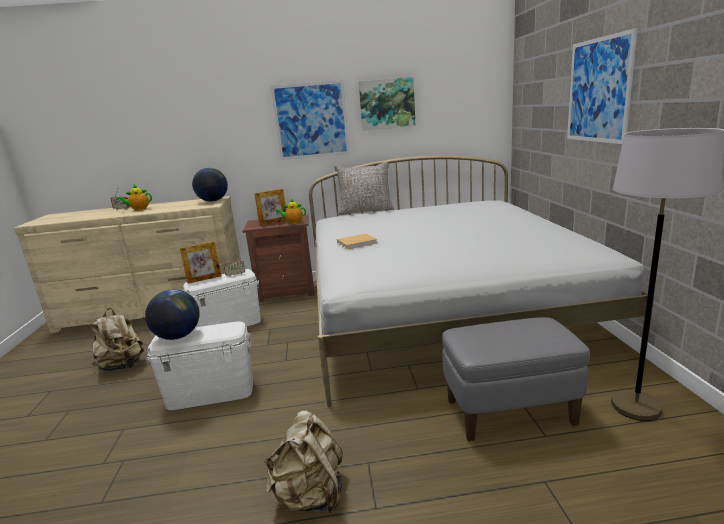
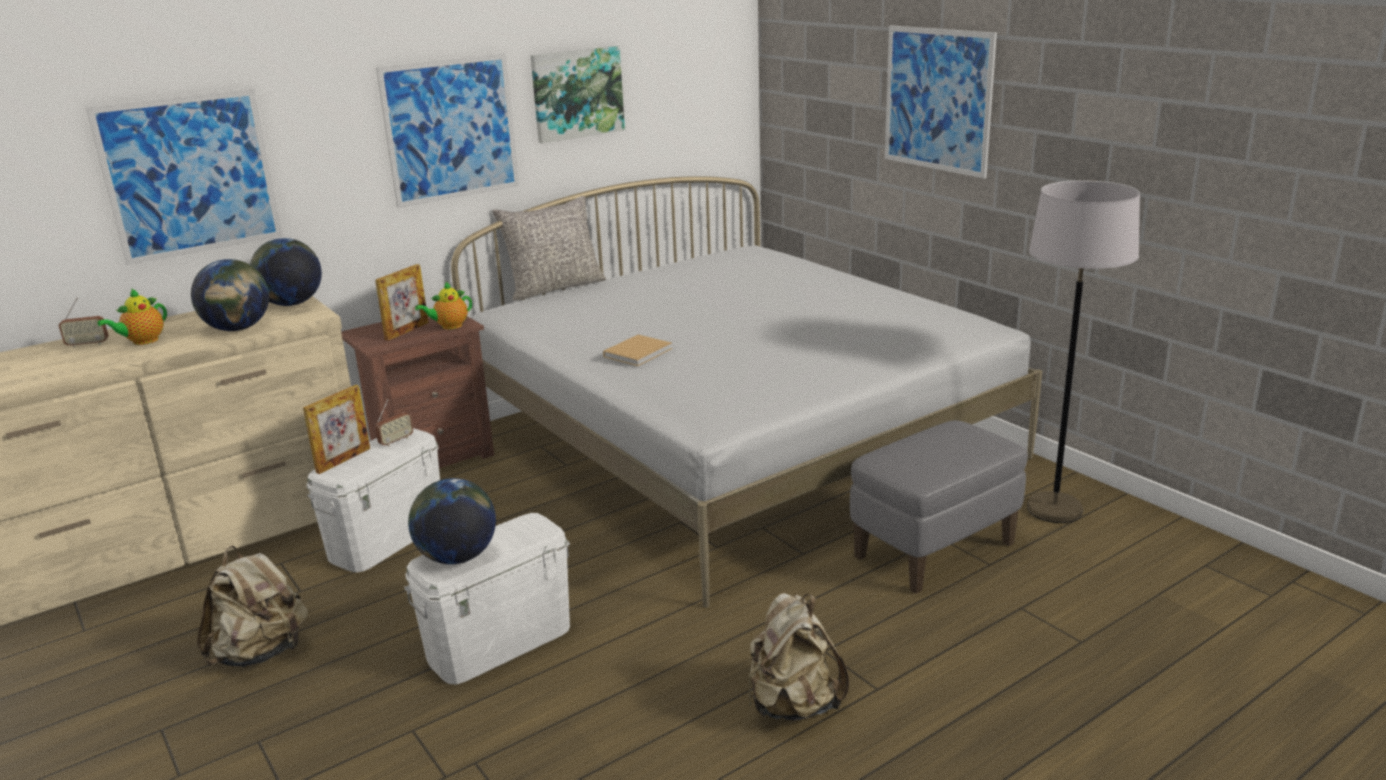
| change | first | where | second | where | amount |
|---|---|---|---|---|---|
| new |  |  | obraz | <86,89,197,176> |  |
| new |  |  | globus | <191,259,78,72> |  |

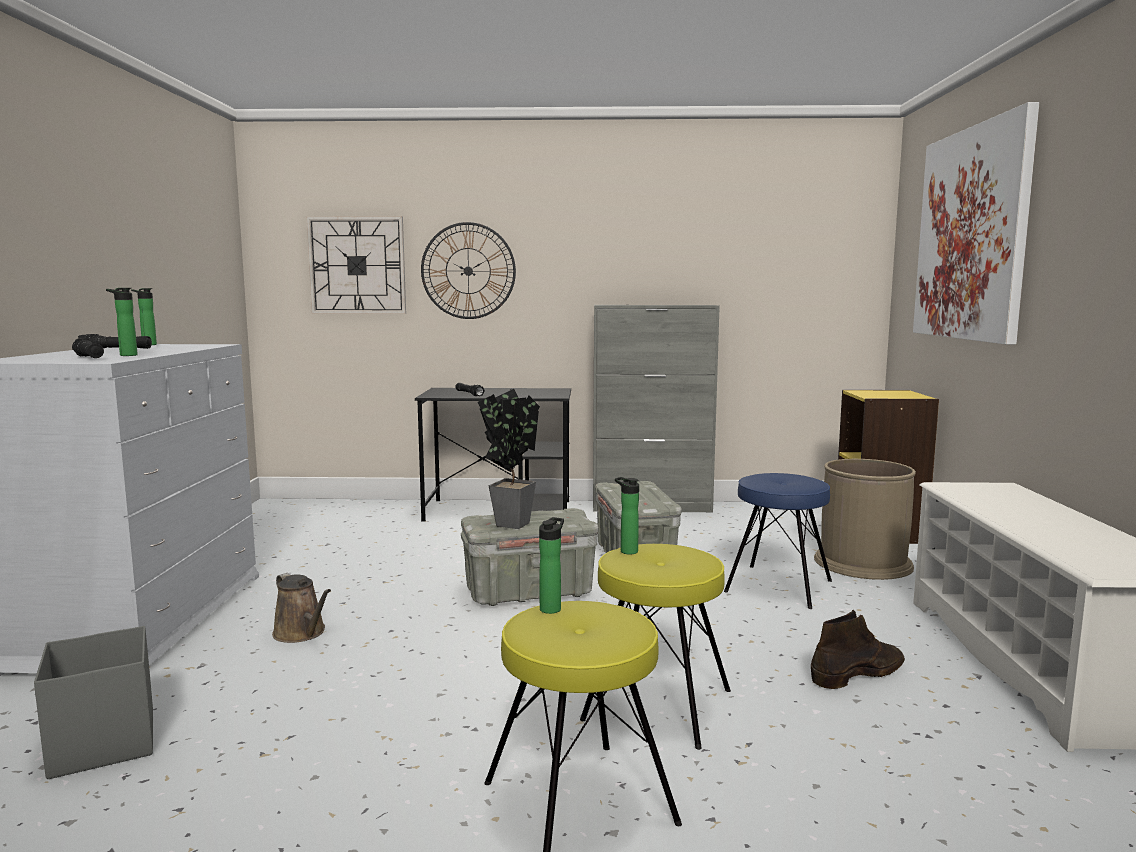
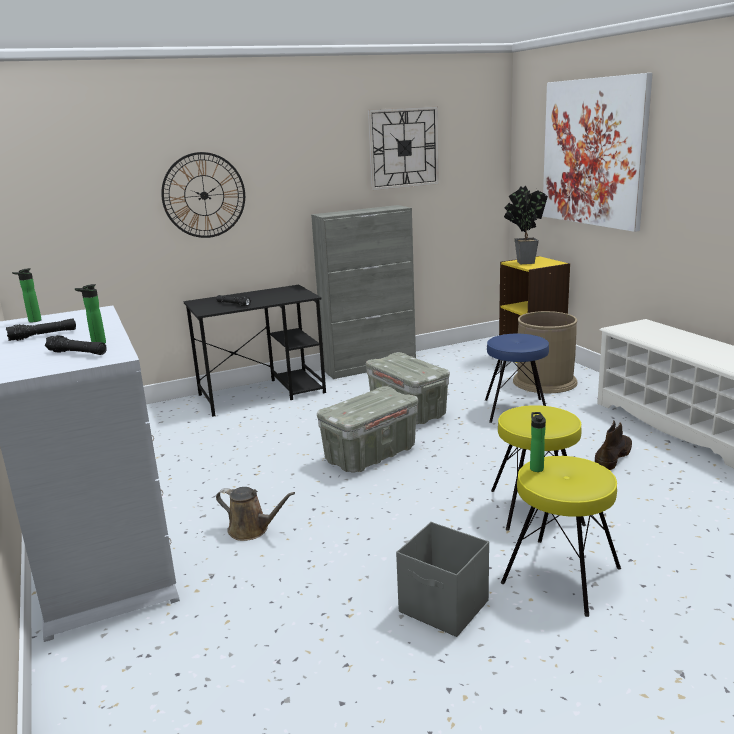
| change | first | where | second | where | amount |
|---|---|---|---|---|---|
| shifted | pojemnik do przechowywania/szary | <34,626,119,153> |  | <396,522,93,115> |  |
| shifted | zegar ścienny | <306,216,100,98> |  | <368,106,71,84> |  |
| shifted | roślina doniczkowa | <478,389,62,140> |  | <504,186,44,78> |  |
| gone | butelka | <615,477,24,78> |  |  |  |

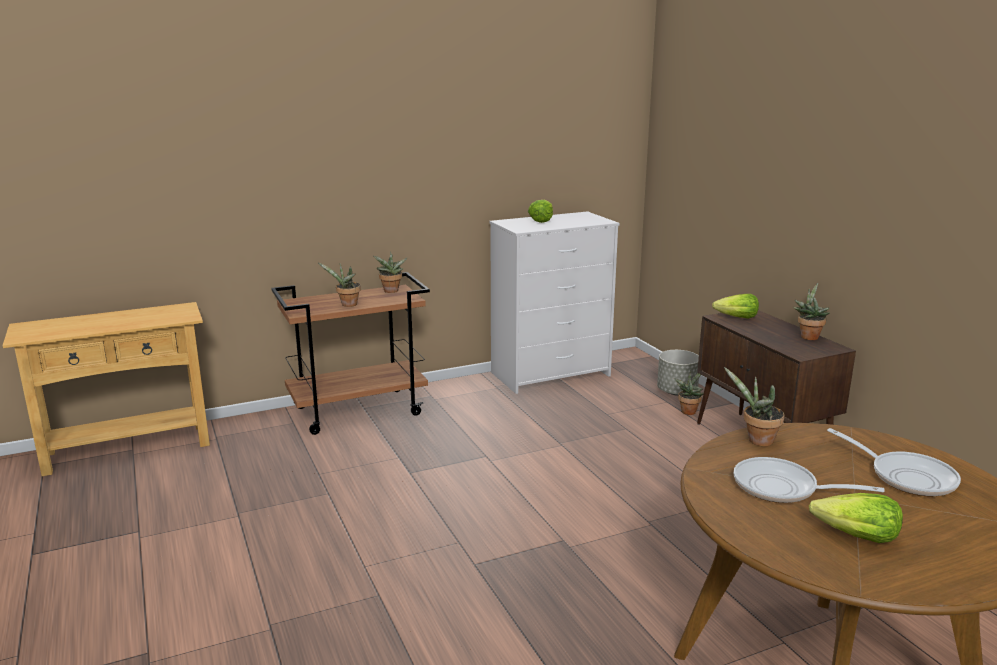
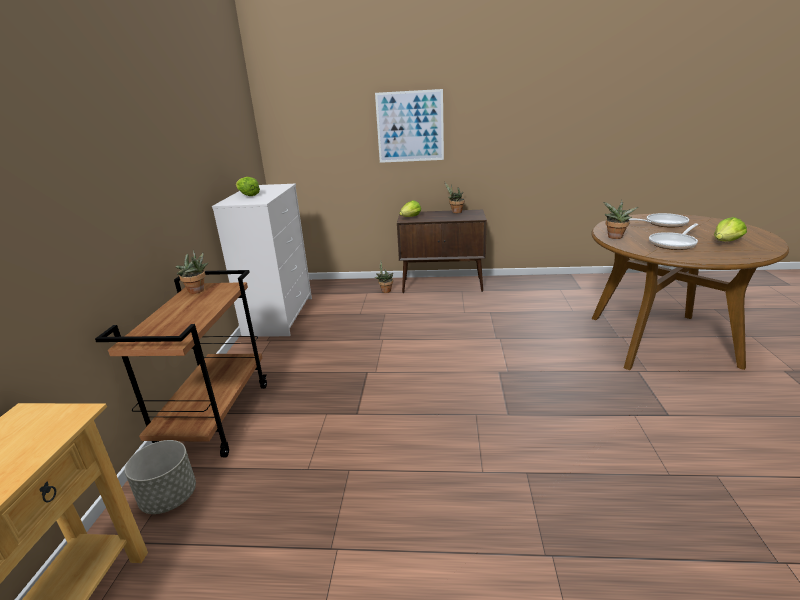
| change | first | where | second | where | amount |
|---|---|---|---|---|---|
| gone | roślina doniczkowa | <318,263,43,44> |  |  |  |
| shifted | donica/szary | <657,350,42,46> |  | <125,440,71,74> |  |
| new |  |  | obraz | <375,89,69,74> |  |

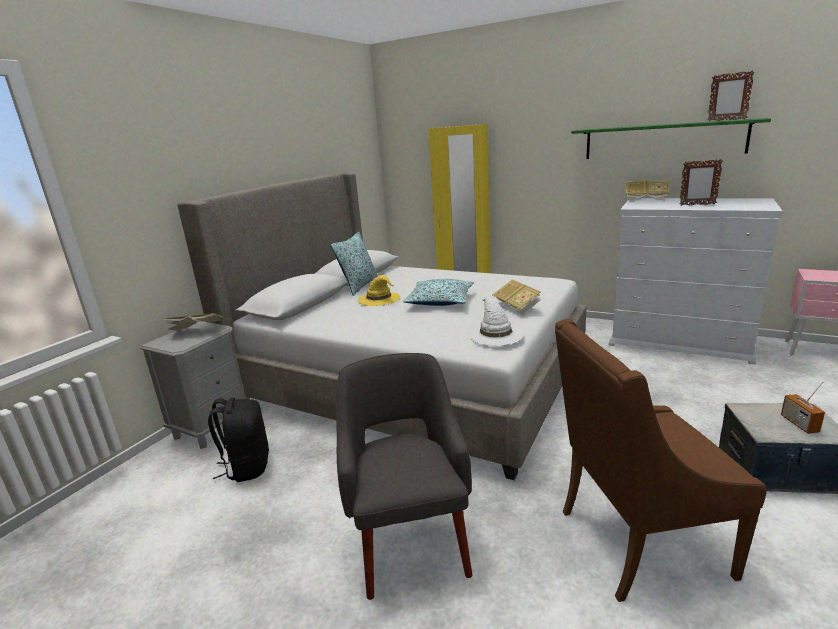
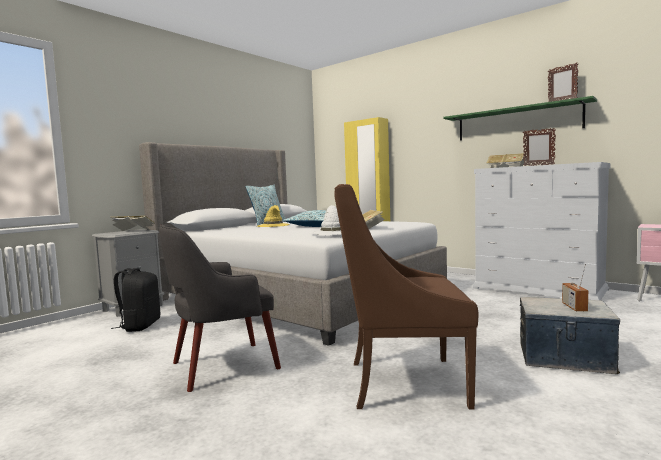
| change | first | where | second | where | amount |
|---|---|---|---|---|---|
| rotated | fotel/szary | <336,353,136,247> |  | <159,224,122,168> | 120 degrees counterclockwise |

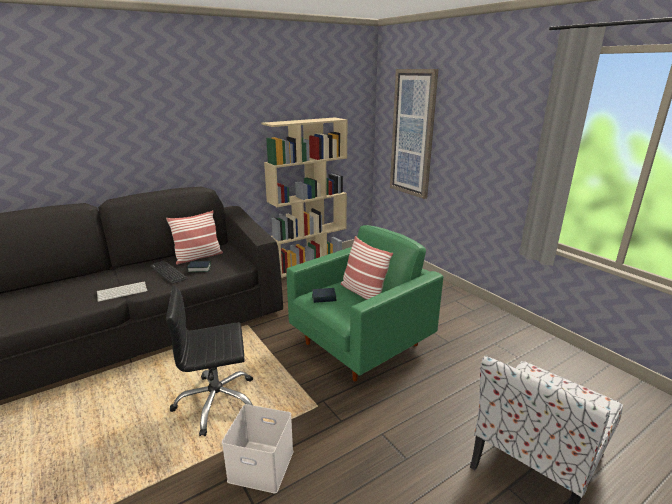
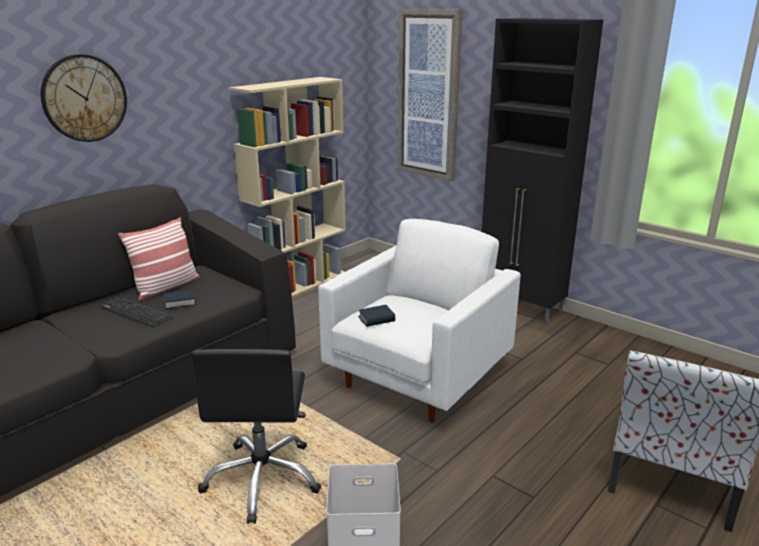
| change | first | where | second | where | amount |
|---|---|---|---|---|---|
| gone | klawiatura | <97,281,50,21> |  |  |  |
| rotated | krzesło biurowe/czarny | <166,286,87,150> |  | <191,349,130,175> | 60 degrees counterclockwise |
| repainted | fotel/zielony | <286,225,157,156> | fotel/biały | <318,219,203,203> |  |
| gone | poduszka | <341,236,52,64> |  |  |  |
| new |  |  | zegar ścienny | <41,54,86,88> |  |
| new |  |  | szafka/czarny | <482,18,121,306> |  |

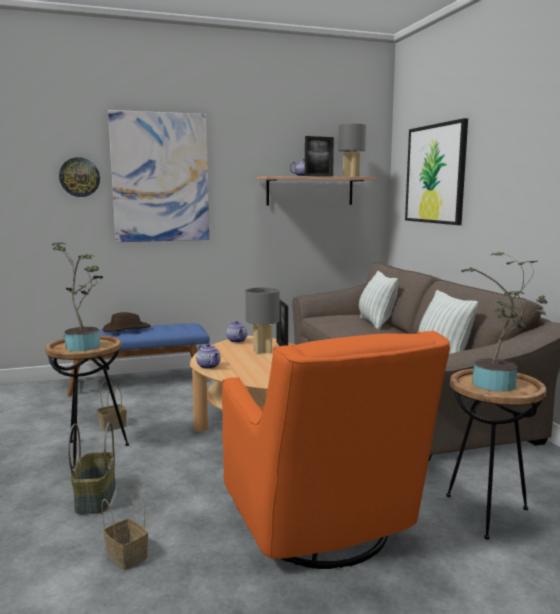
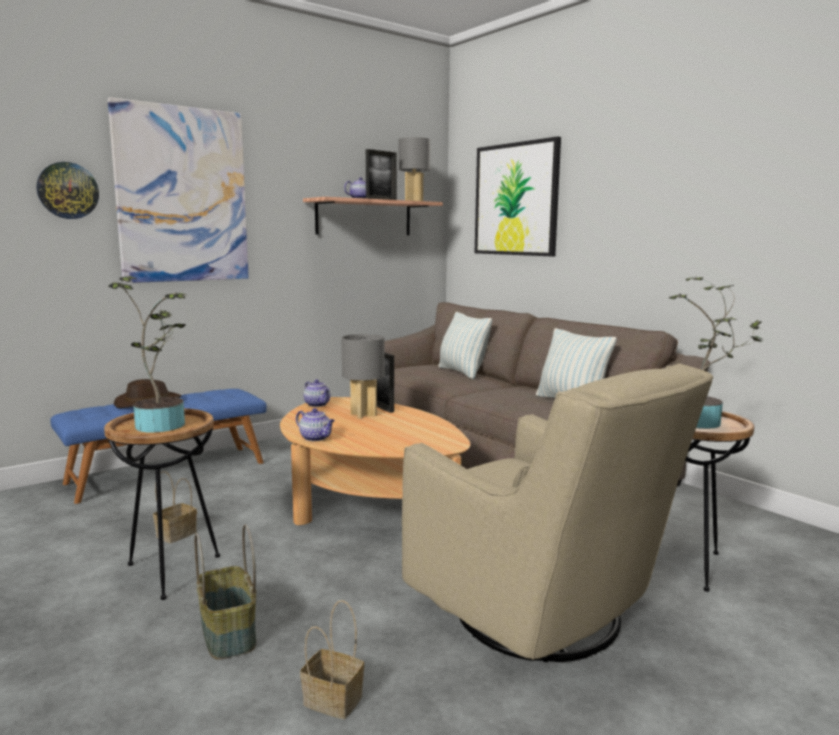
| change | first | where | second | where | amount |
|---|---|---|---|---|---|
| repainted | fotel/pomarańczowy | <222,330,228,239> | fotel/beżowy | <402,364,311,298> |  |

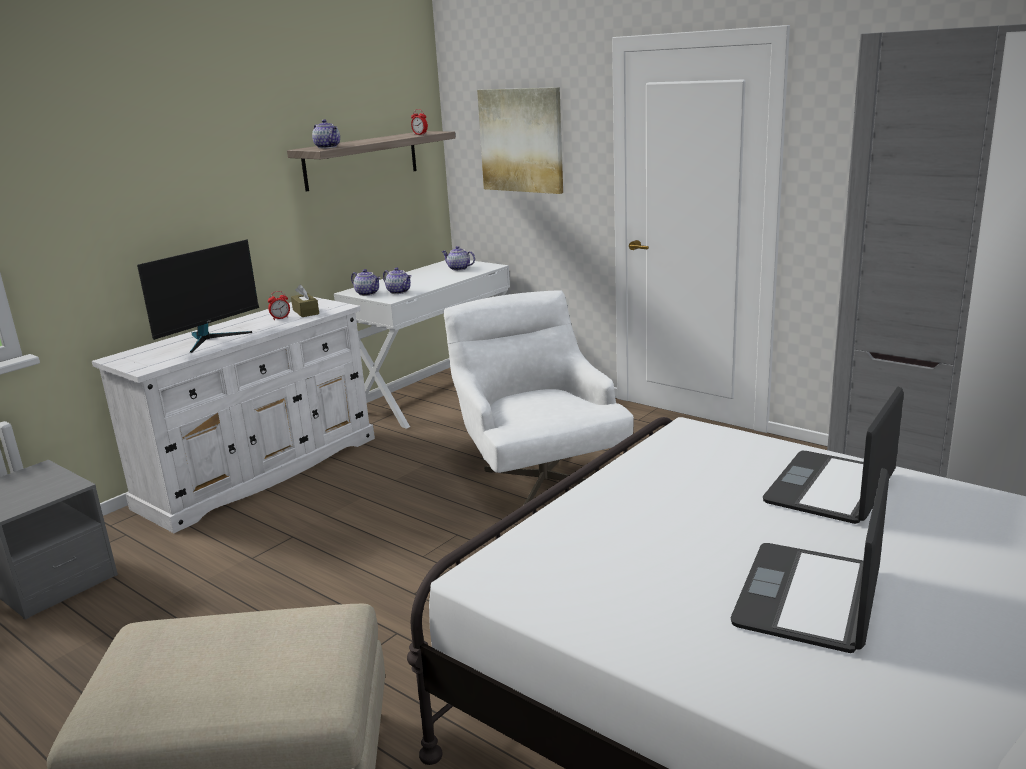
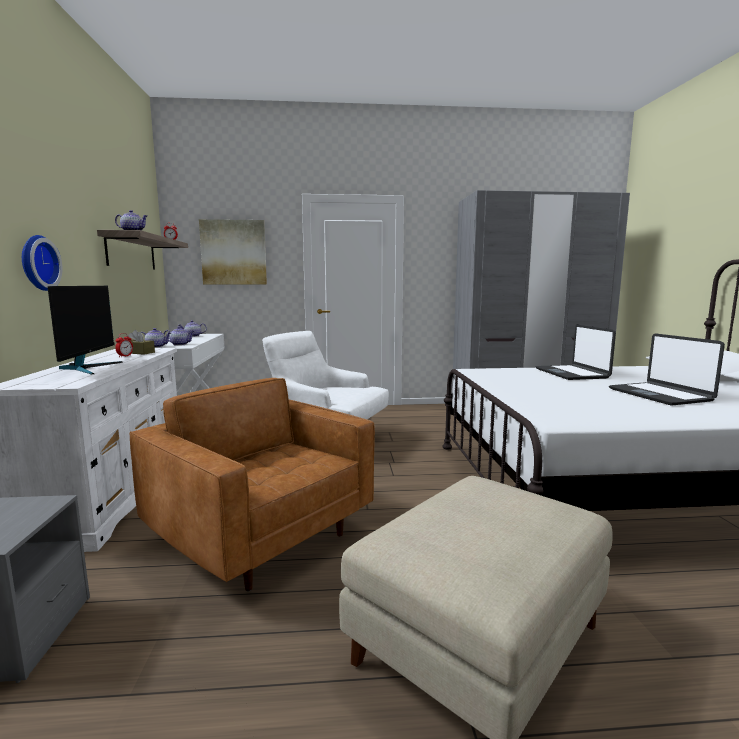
| change | first | where | second | where | amount |
|---|---|---|---|---|---|
| new |  |  | zegar ścienny | <22,235,40,56> |  |
| new |  |  | fotel/brązowy | <130,378,245,213> |  |

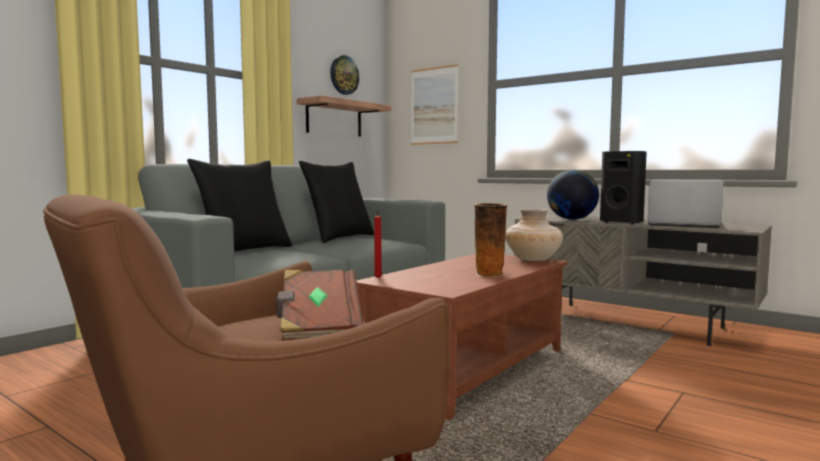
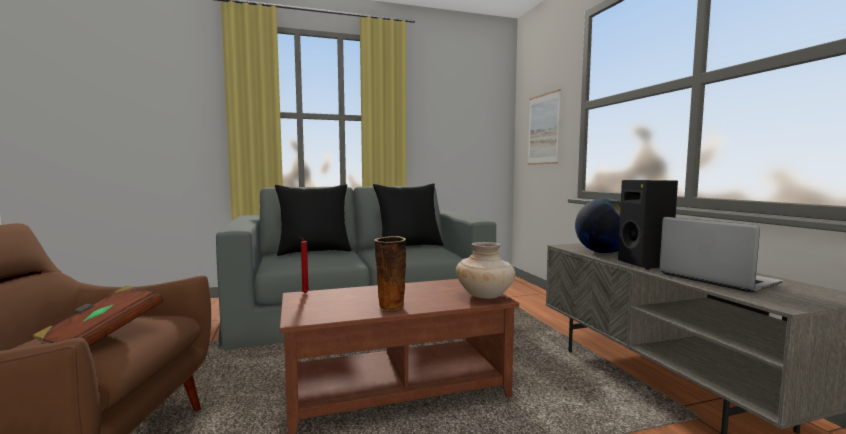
| change | first | where | second | where | amount |
|---|---|---|---|---|---|
| gone | półka | <296,96,95,40> |  |  |  |
| gone | zegar ścienny | <330,55,29,40> |  |  |  |

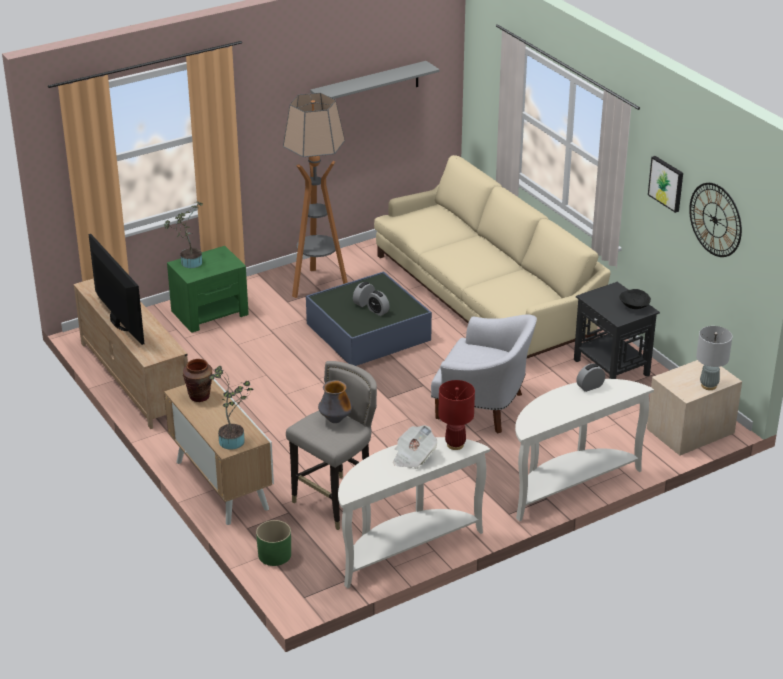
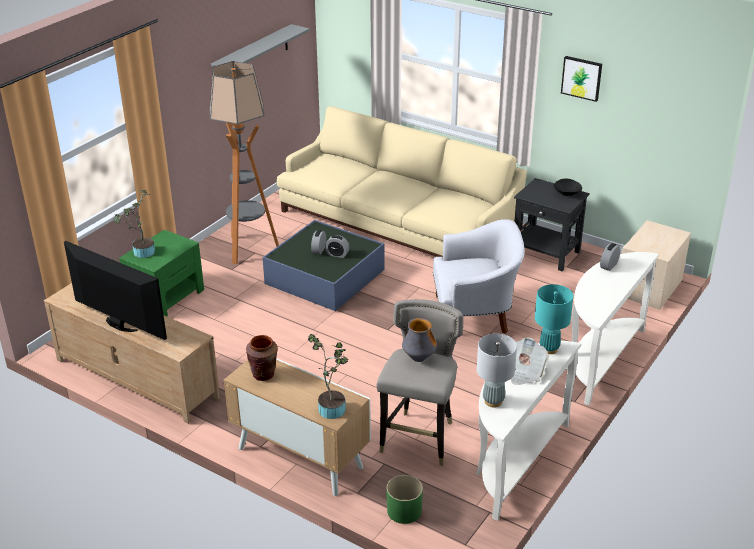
| change | first | where | second | where | amount |
|---|---|---|---|---|---|
| repainted | lampa stołowa/czerwony | <438,380,37,70> | lampa stołowa/turkusowy | <535,284,38,70> |  |
| gone | zegar ścienny | <689,183,53,74> |  |  |  |
| shifted | lampa stołowa/szary | <696,326,36,64> |  | <477,333,40,74> |  |

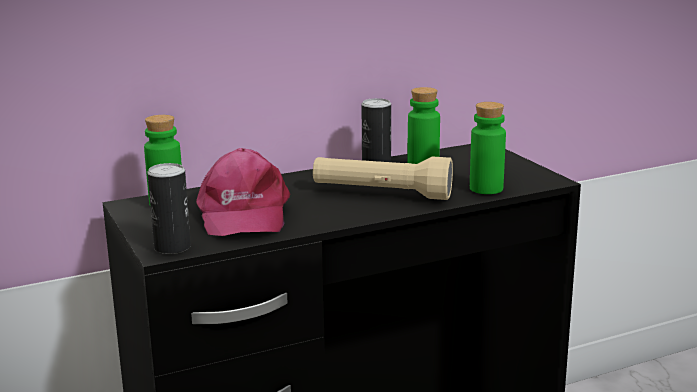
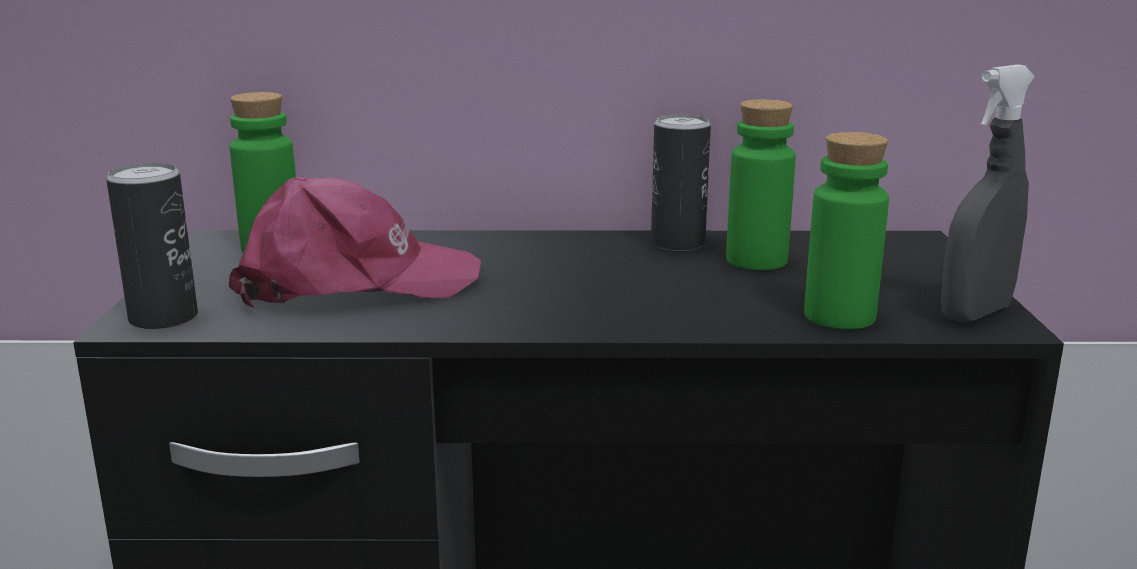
| change | first | where | second | where | amount |
|---|---|---|---|---|---|
| rotated | czapka z daszkiem/różowy | <196,148,94,88> |  | <229,177,252,131> | 120 degrees counterclockwise |
| gone | latarka/beżowy | <313,156,140,44> |  |  |  |
| new |  |  | spryskiwacz/szary | <941,65,94,257> |  |

